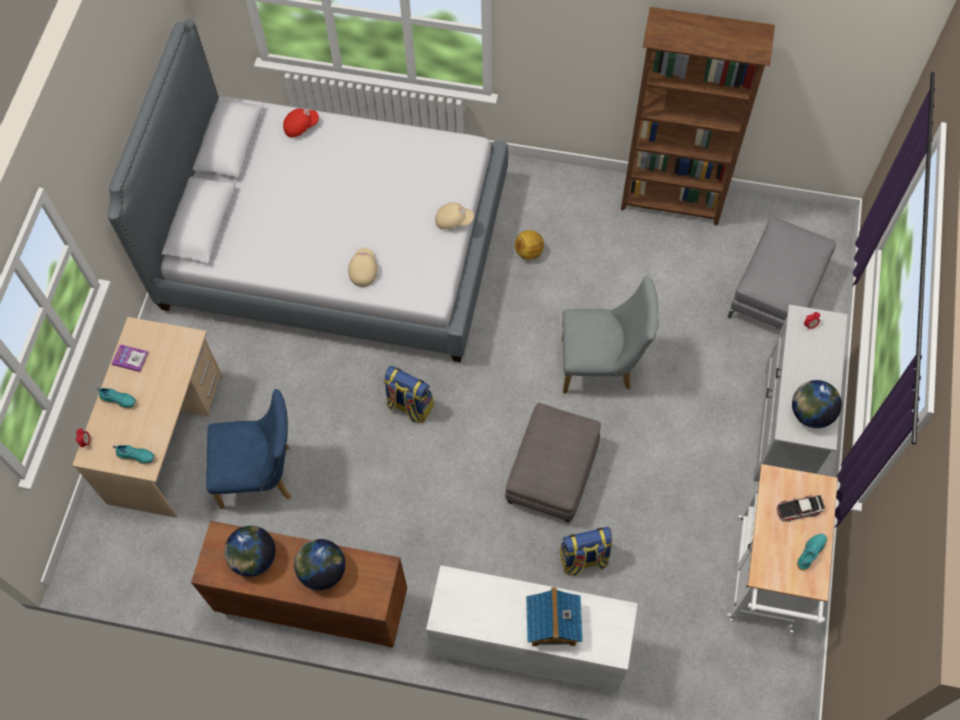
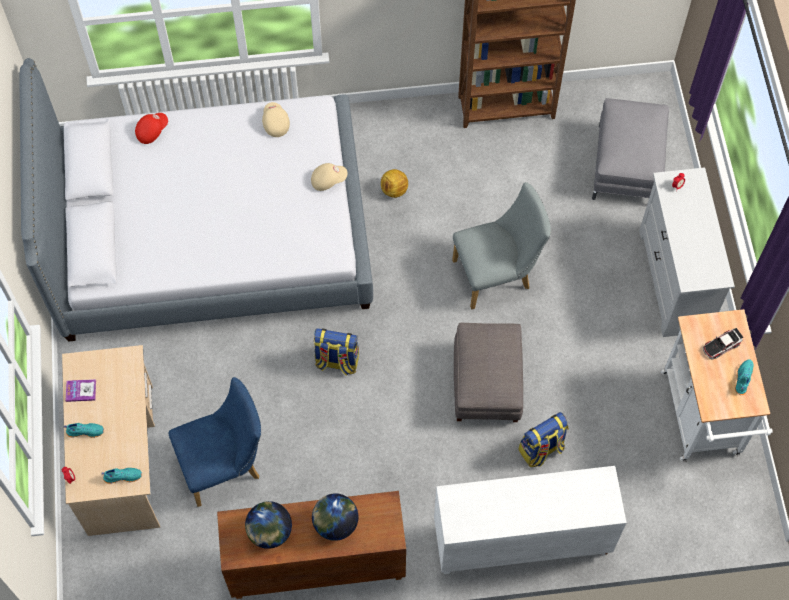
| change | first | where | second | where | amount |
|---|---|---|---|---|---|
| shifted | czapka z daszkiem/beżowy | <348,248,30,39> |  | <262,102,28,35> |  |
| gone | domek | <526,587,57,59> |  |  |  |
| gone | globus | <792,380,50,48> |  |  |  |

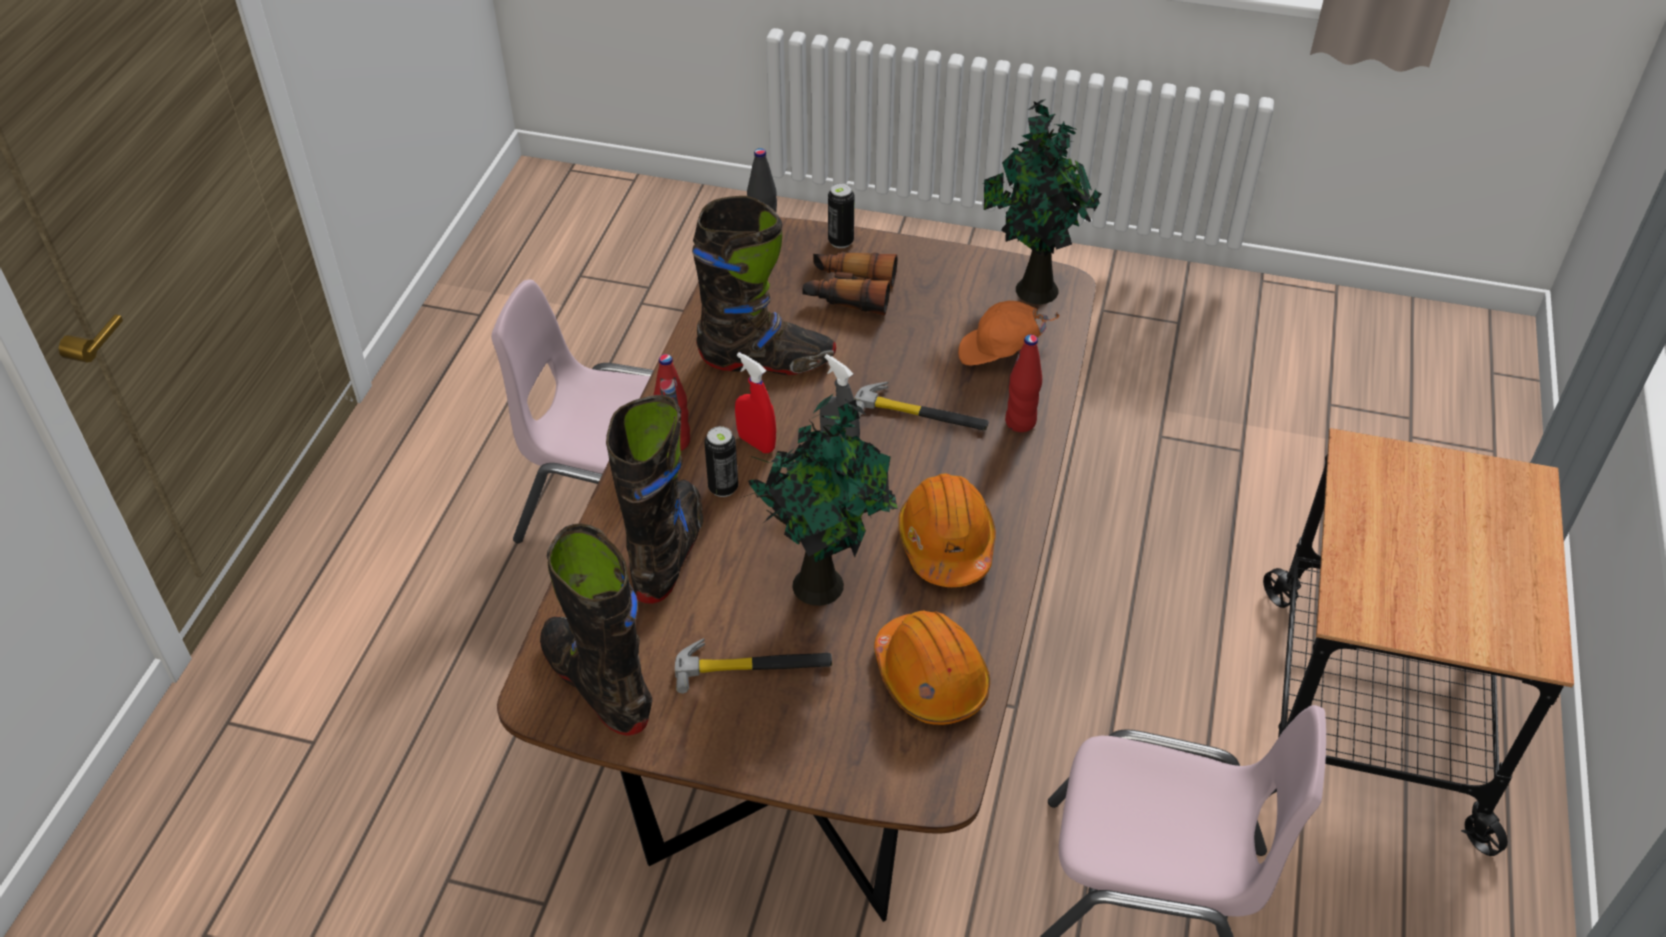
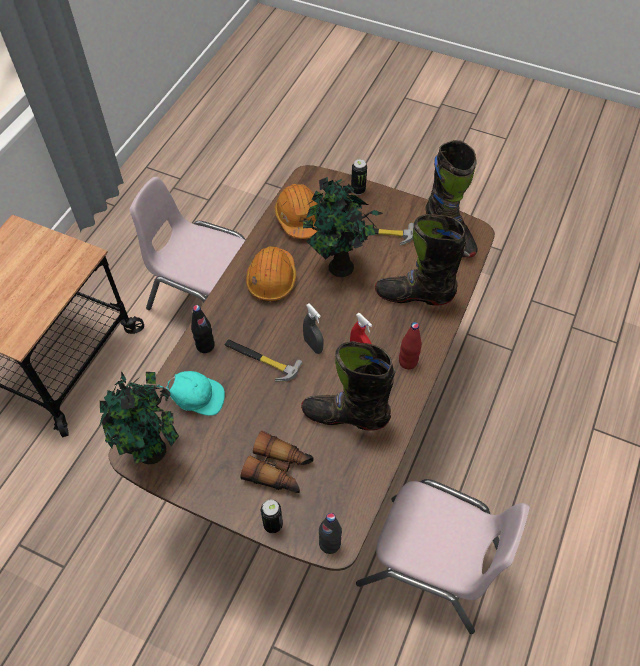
| change | first | where | second | where | amount |
|---|---|---|---|---|---|
| rotated | but z cholewką/czarny | <606,395,97,209> |  | <375,214,91,92> | 75 degrees clockwise |
| shifted | puszka | <704,426,34,71> |  | <351,159,16,36> |  |
| repainted | czapka z daszkiem/pomarańczowy | <958,301,101,65> | czapka z daszkiem/turkusowy | <157,371,68,45> |  |
| repainted | butelka/czerwony | <1005,335,37,97> | butelka/czarny | <191,305,24,48> |  |

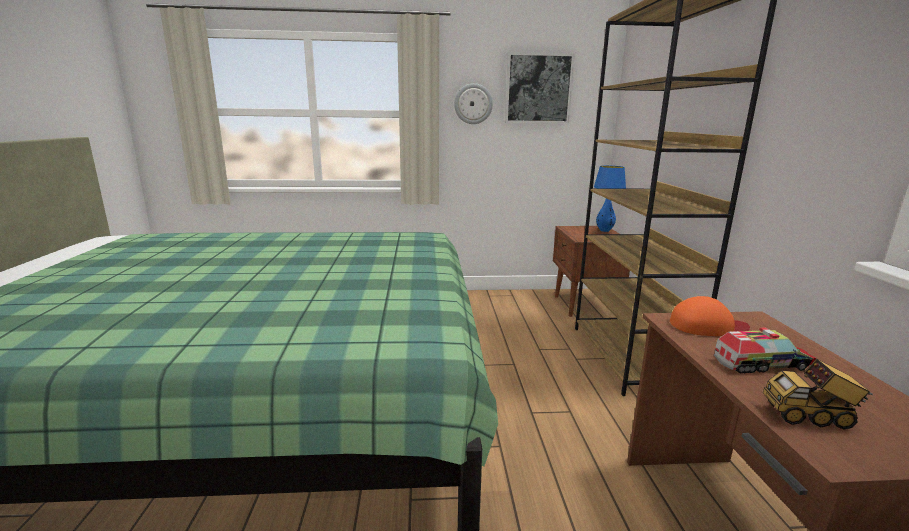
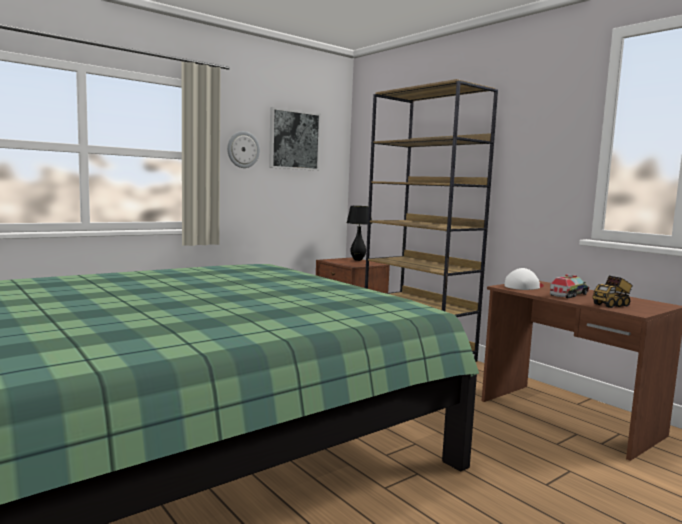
| change | first | where | second | where | amount |
|---|---|---|---|---|---|
| repainted | lampa stołowa/niebieski | <594,166,32,66> | lampa stołowa/czarny | <347,206,25,55> |  |
| repainted | czapka z daszkiem/pomarańczowy | <670,296,80,40> | czapka z daszkiem/biały | <504,268,40,22> |  |

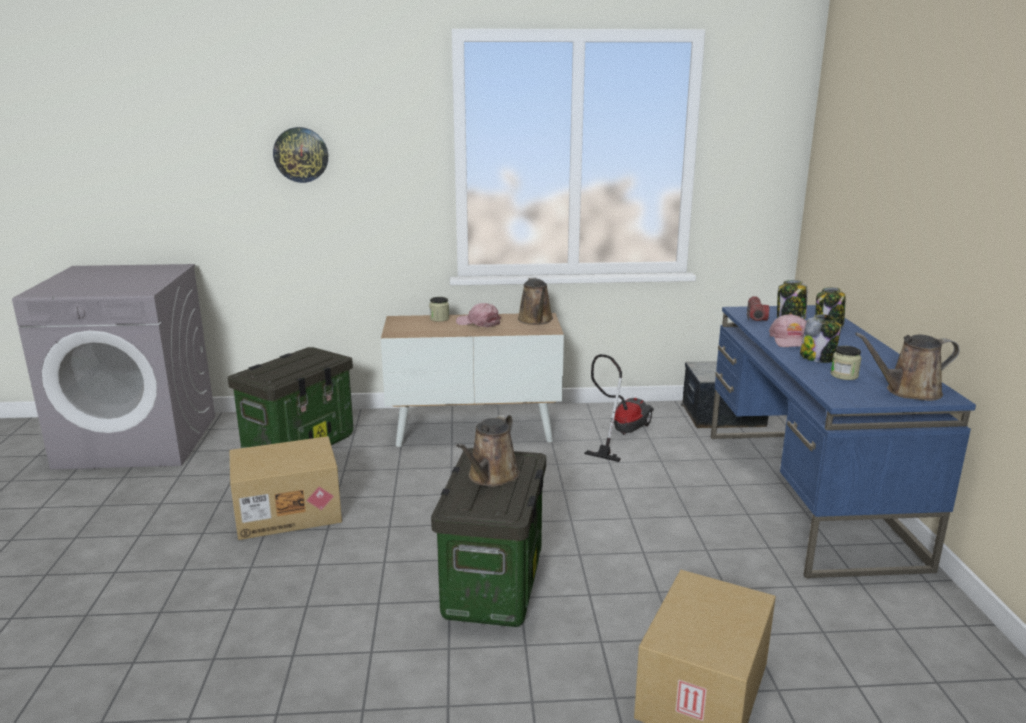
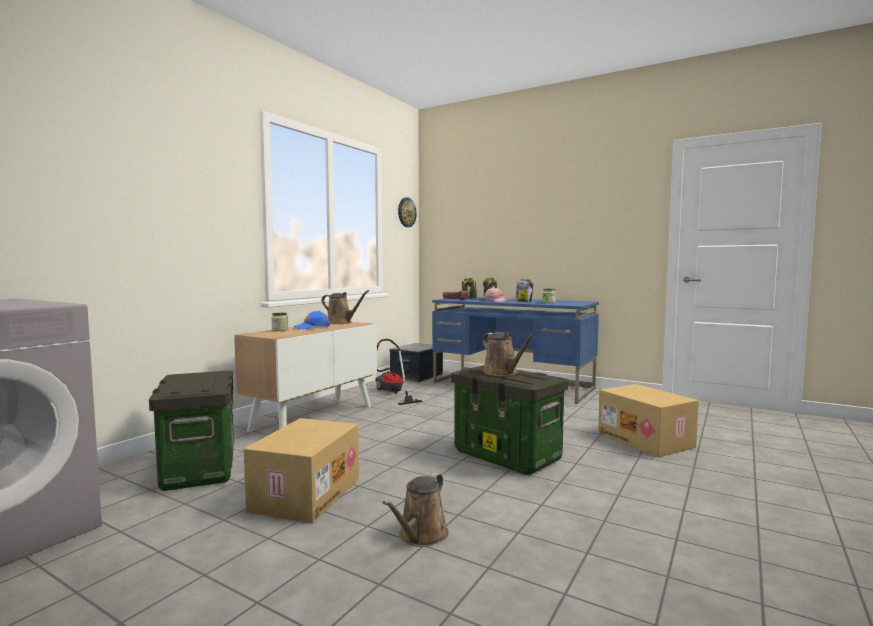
| change | first | where | second | where | amount |
|---|---|---|---|---|---|
| shifted | zegar ścienny | <273,127,55,56> |  | <398,197,19,30> |  |
| repainted | czapka z daszkiem/różowy | <456,303,45,24> | czapka z daszkiem/niebieski | <294,311,37,18> |  |
| shifted | konewka/brązowy | <855,332,105,69> |  | <383,473,66,74> |  |

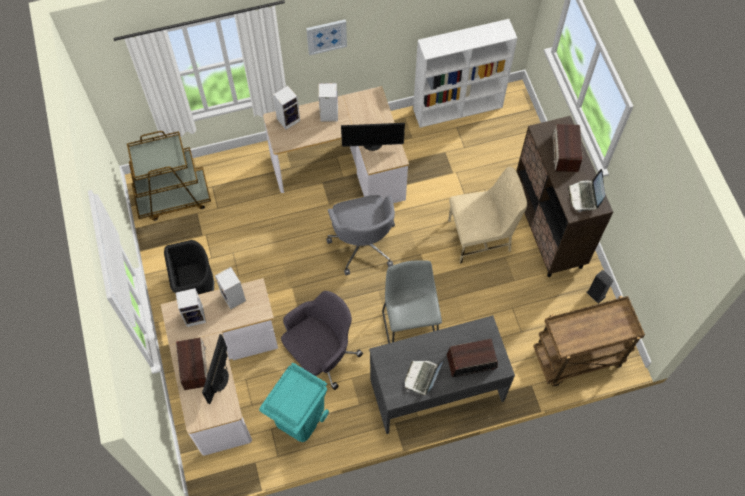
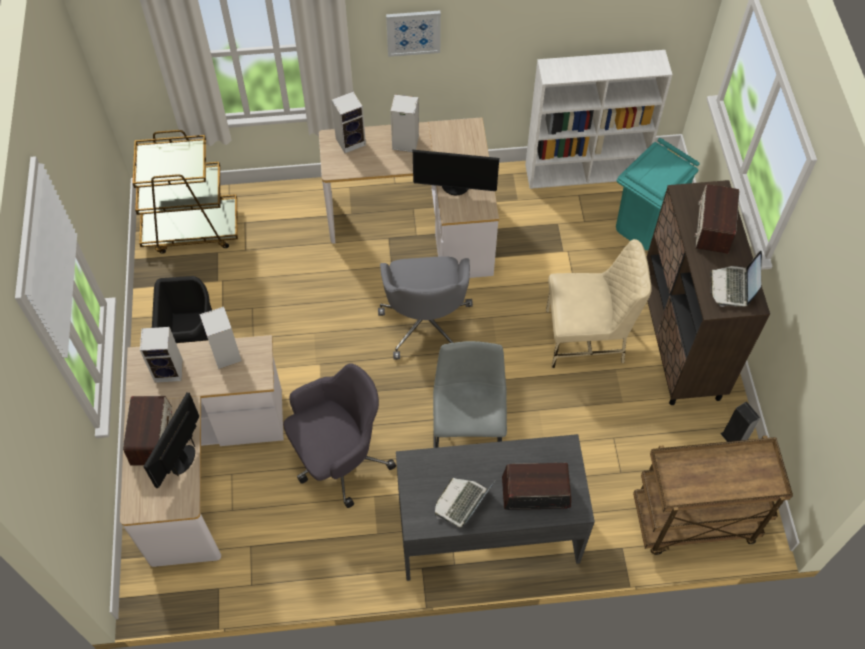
| change | first | where | second | where | amount |
|---|---|---|---|---|---|
| shifted | kosz na śmieci/turkusowy | <259,363,70,79> |  | <616,138,84,112> |  |

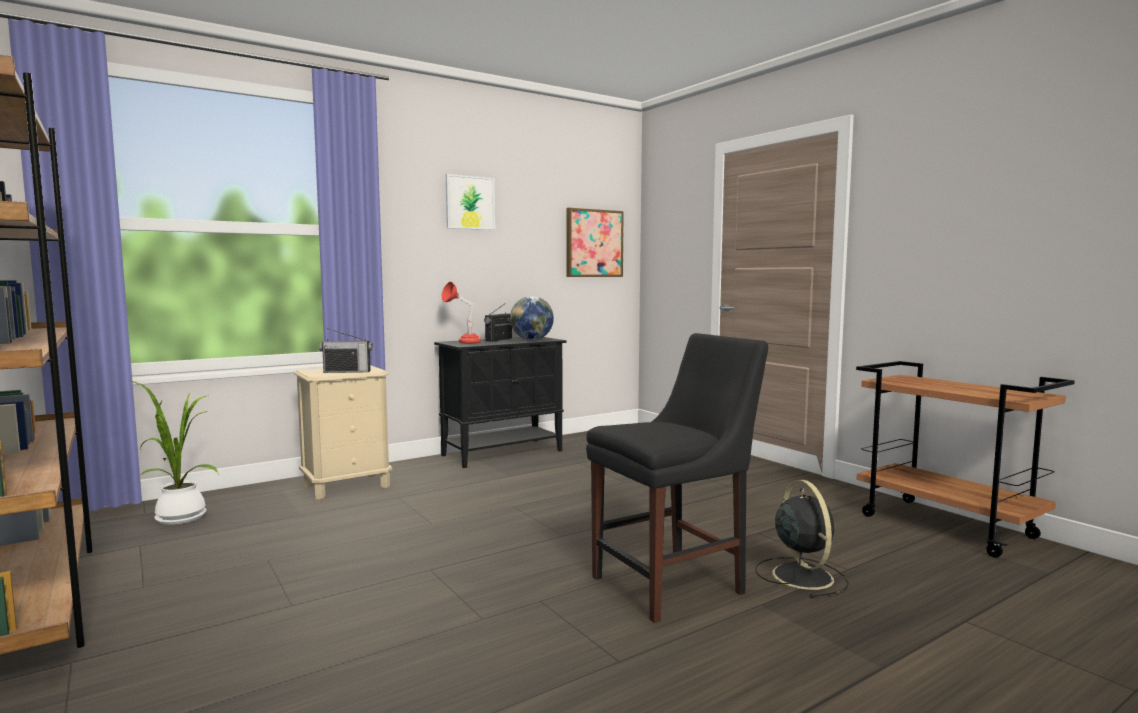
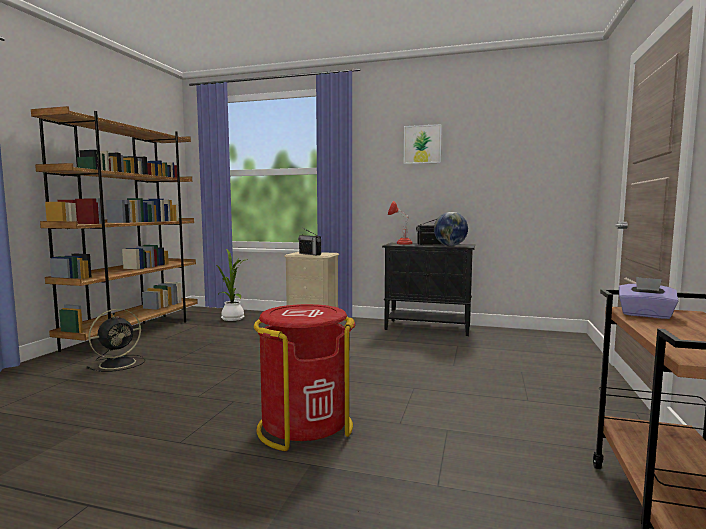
| change | first | where | second | where | amount |
|---|---|---|---|---|---|
| gone | obraz | <567,208,57,69> |  |  |  |
| swapped | krzesło/czarny | <586,333,182,290> | kosz na śmieci/czerwony | <254,304,101,147> |  |
| shifted | wentylator/czarny | <755,480,94,118> |  | <86,309,59,63> |  |
| new |  |  | pudełko chusteczek/fioletowy | <619,277,60,42> |  |

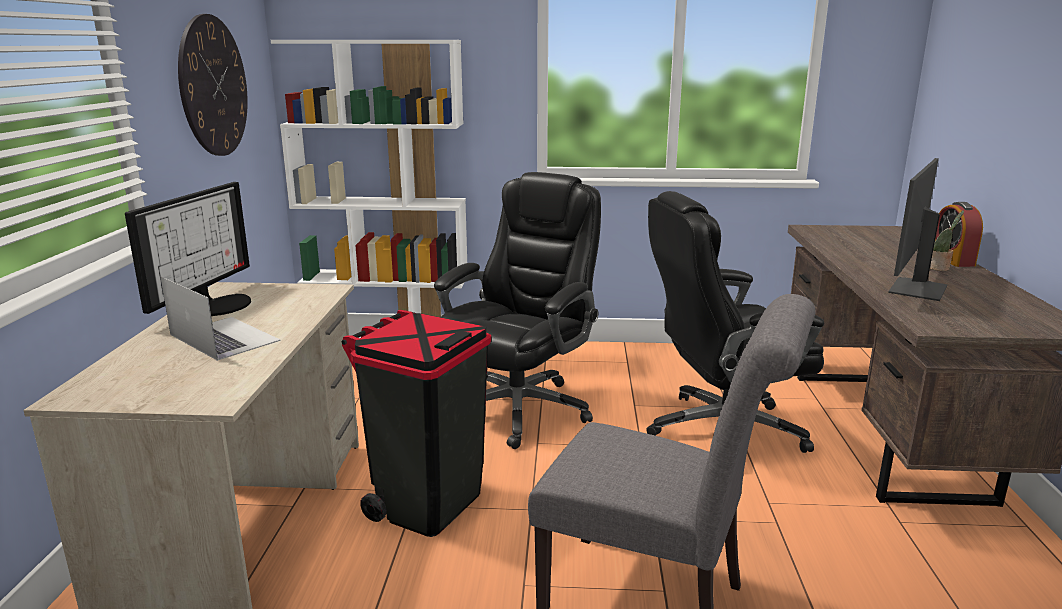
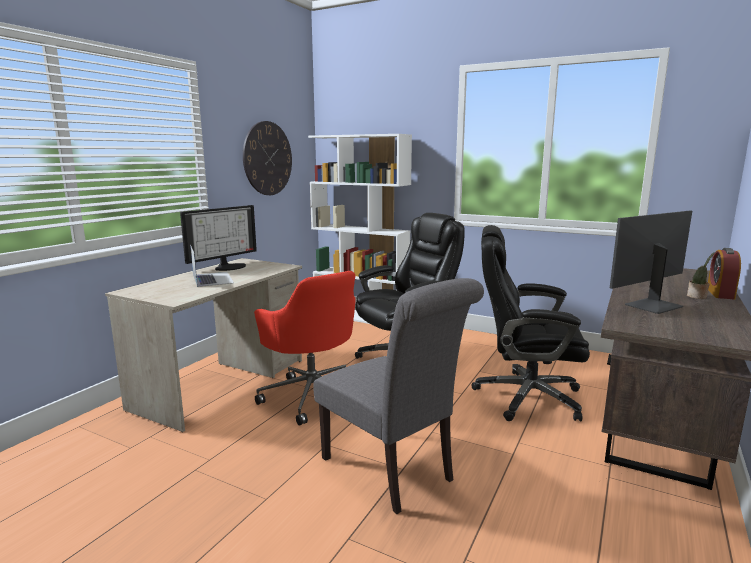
| change | first | where | second | where | amount |
|---|---|---|---|---|---|
| swapped | kosz na śmieci/czarny | <342,310,149,227> | krzesło biurowe/czerwony | <254,271,102,154> |  |

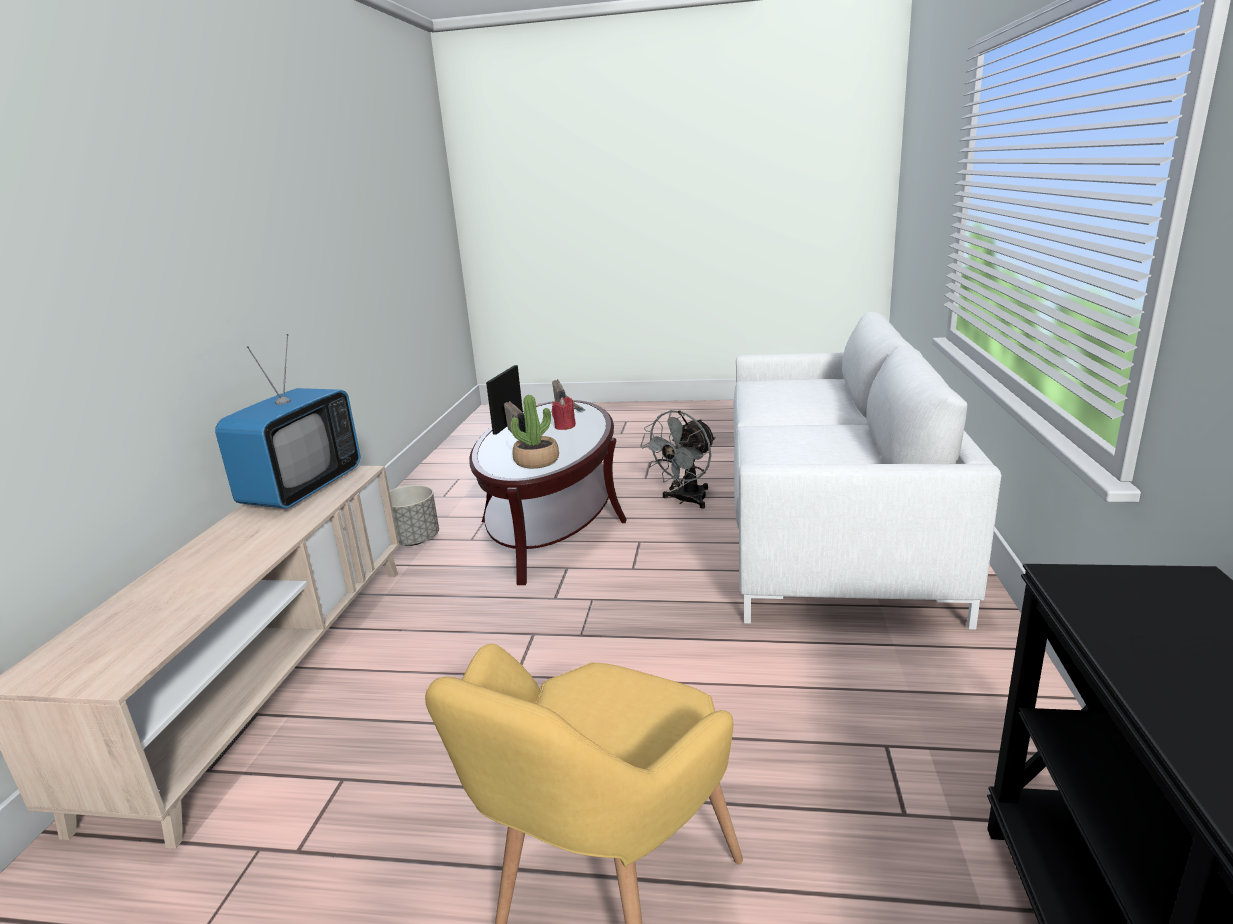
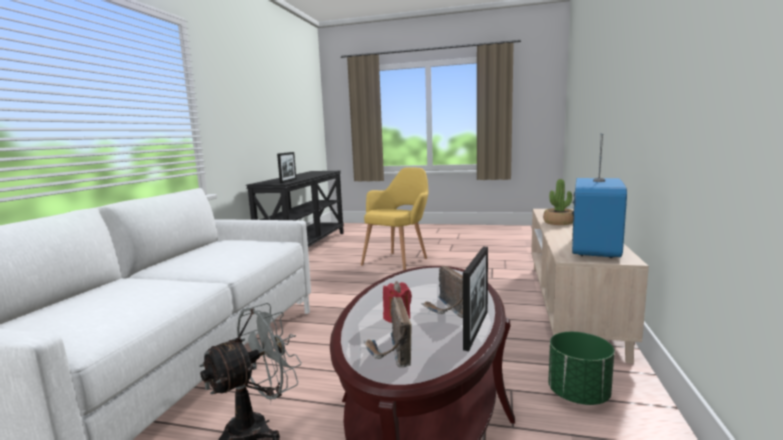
| change | first | where | second | where | amount |
|---|---|---|---|---|---|
| repainted | donica/szary | <389,485,50,61> | donica/zielony | <548,332,66,73> |  |
| shifted | roślina doniczkowa | <510,395,49,73> |  | <543,179,30,46> |  |
| new |  |  | ramka na zdjęcie | <277,152,19,31> |  |

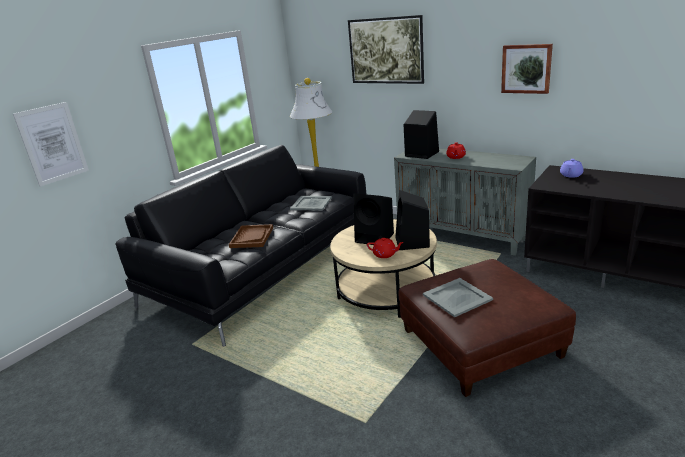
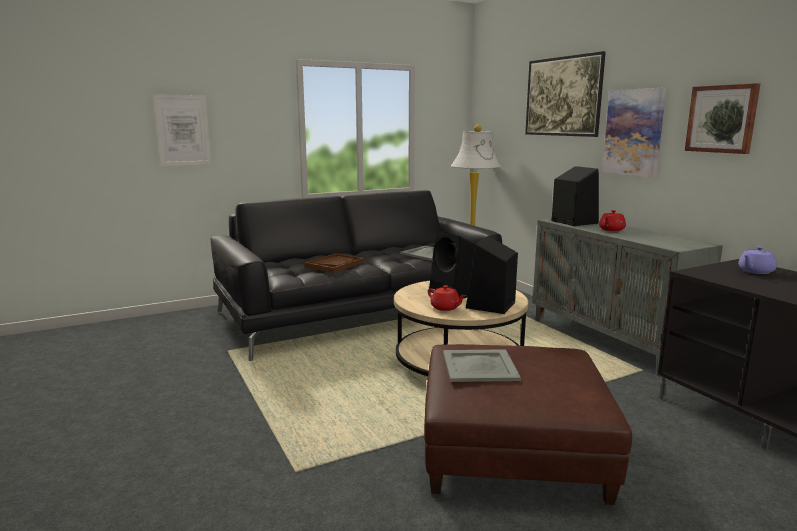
| change | first | where | second | where | amount |
|---|---|---|---|---|---|
| new |  |  | obraz | <602,88,64,90> |  |

